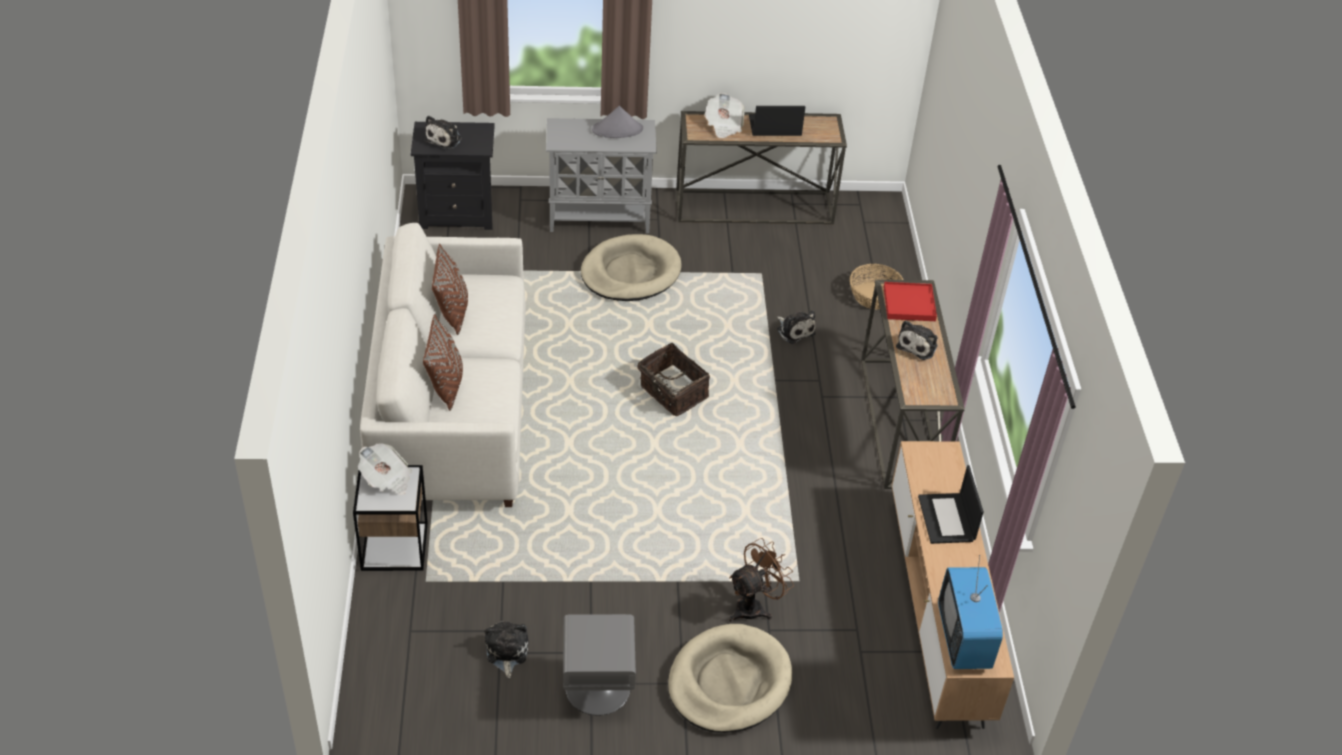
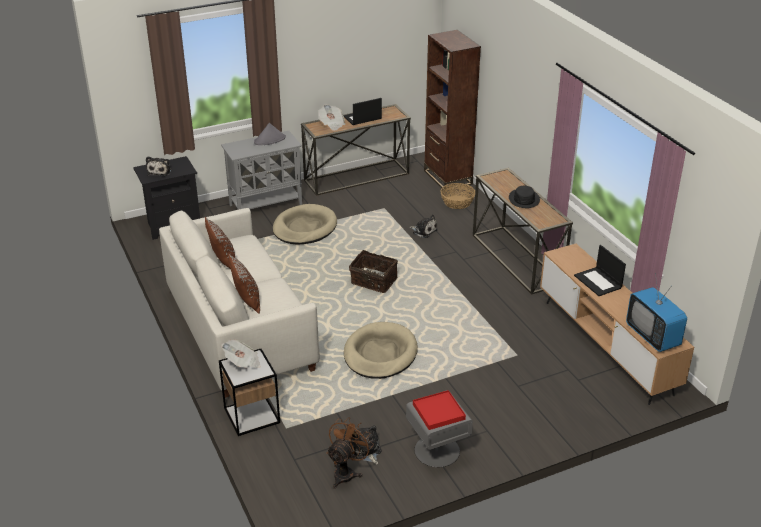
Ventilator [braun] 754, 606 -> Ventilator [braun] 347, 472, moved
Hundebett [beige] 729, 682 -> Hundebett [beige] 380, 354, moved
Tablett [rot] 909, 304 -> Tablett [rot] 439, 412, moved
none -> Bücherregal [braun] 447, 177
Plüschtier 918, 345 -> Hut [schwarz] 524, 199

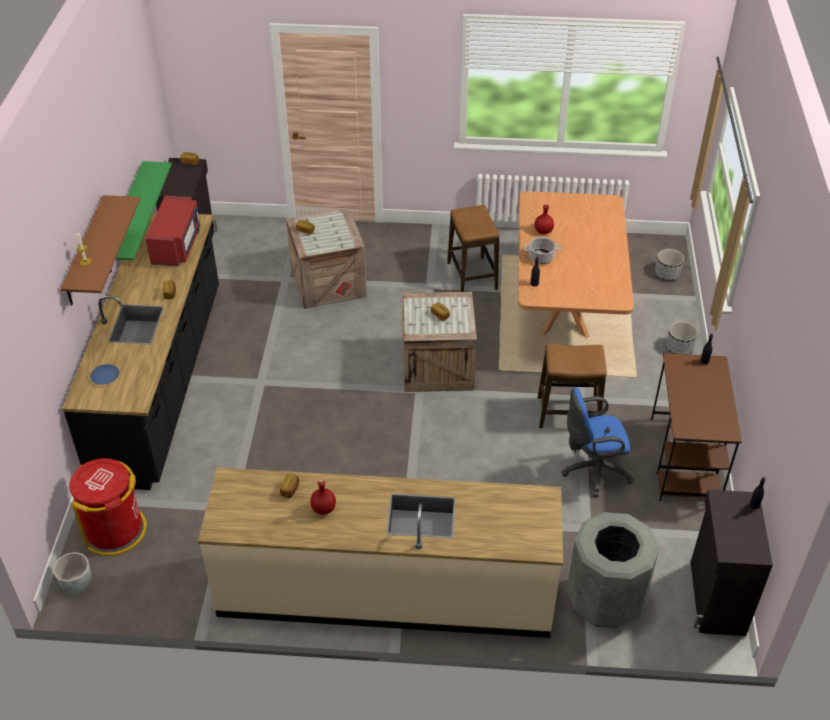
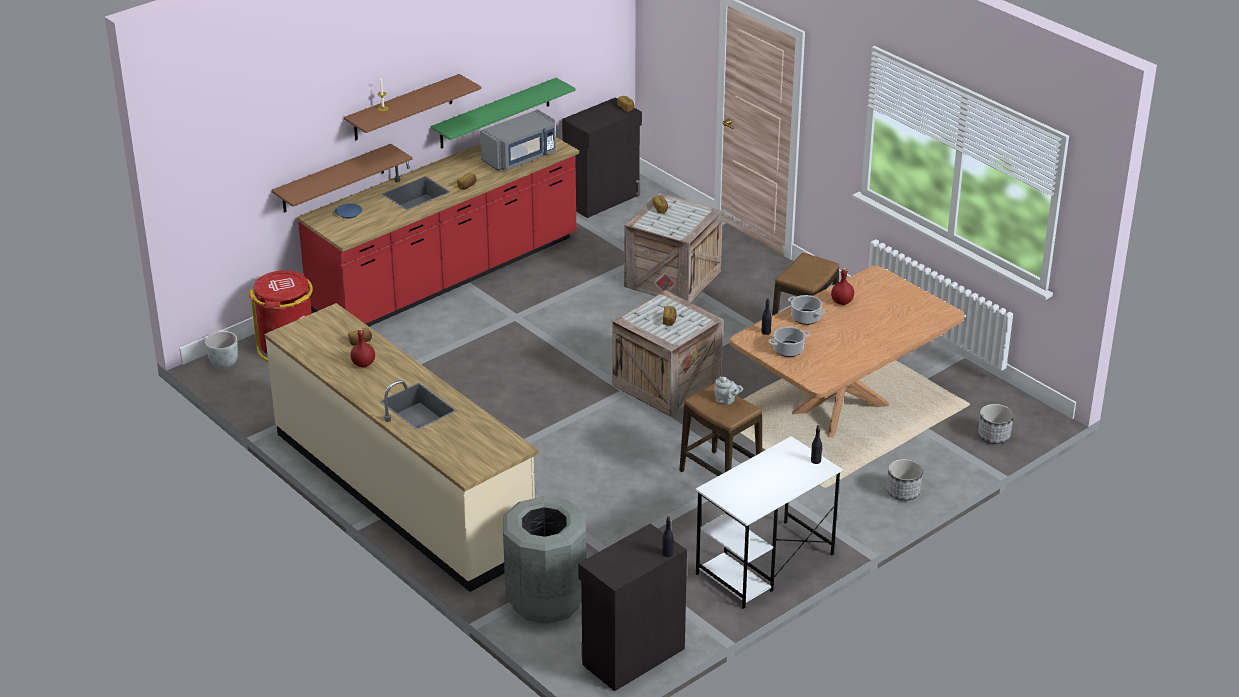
none -> Wandregal [braun] 333, 179
Küchenzeile [schwarz] 162, 381 -> Küchenzeile [rot] 446, 277
Mikrowelle [rot] 177, 245 -> Mikrowelle [grau] 520, 158
Schreibtisch [braun] 684, 460 -> Schreibtisch [weiß] 764, 564
none -> Teekanne [grau] 726, 400
none -> Kochtopf 788, 350
Bürostuhl [blau] 592, 471 -> none

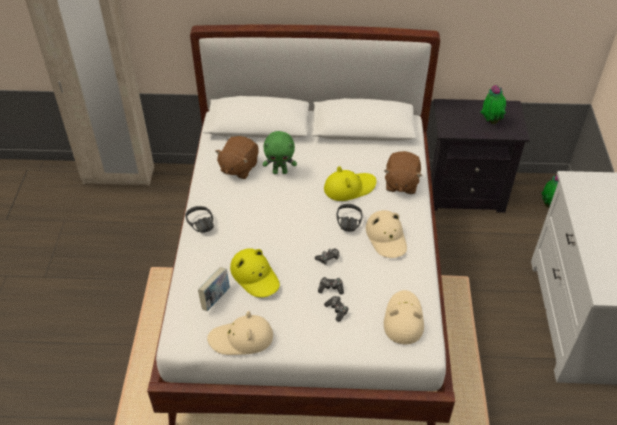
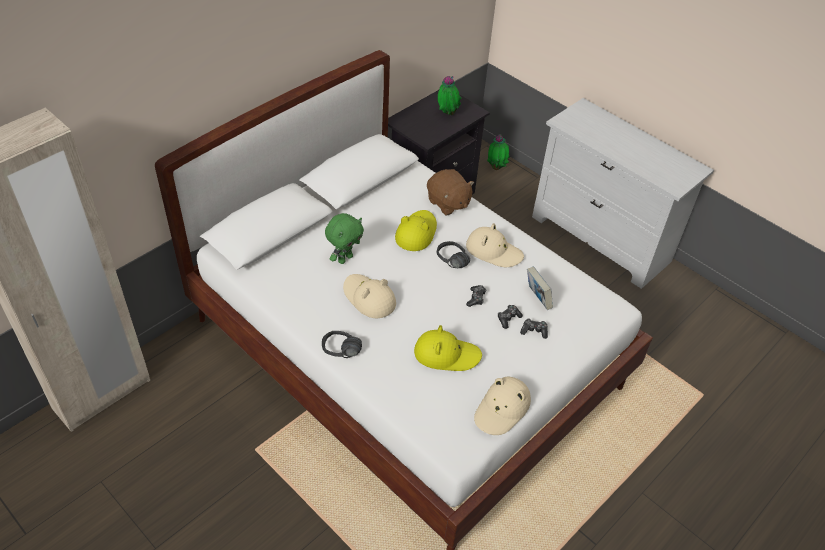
Hut [beige] 403, 319 -> Hut [beige] 369, 298, moved
Buch 215, 298 -> Buch 537, 298, moved
Plüschtier [braun] 238, 167 -> none

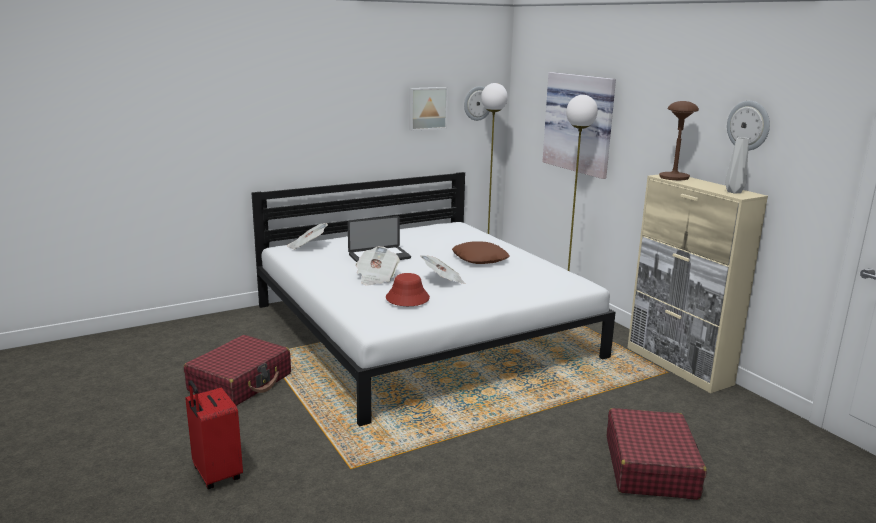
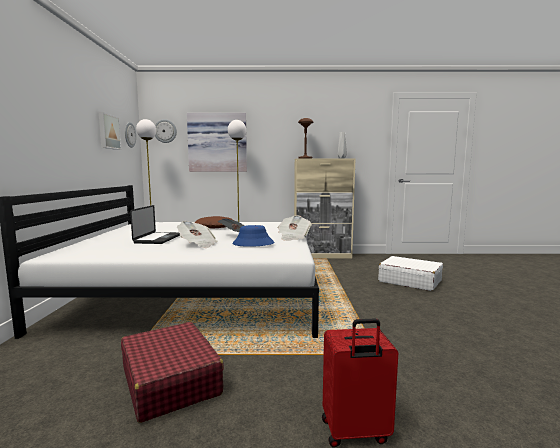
Wanduhr 748, 125 -> Wanduhr 165, 131, moved
Hut [rot] 407, 298 -> Hut [blau] 253, 244
Zeitung 307, 246 -> Zeitung 293, 237, moved
Koffer [rot] 650, 466 -> Koffer [weiß] 409, 281

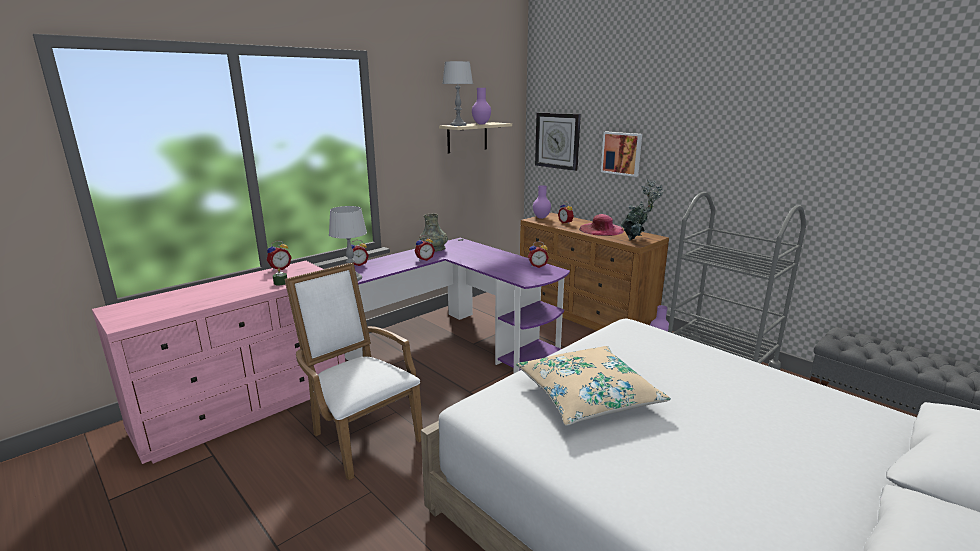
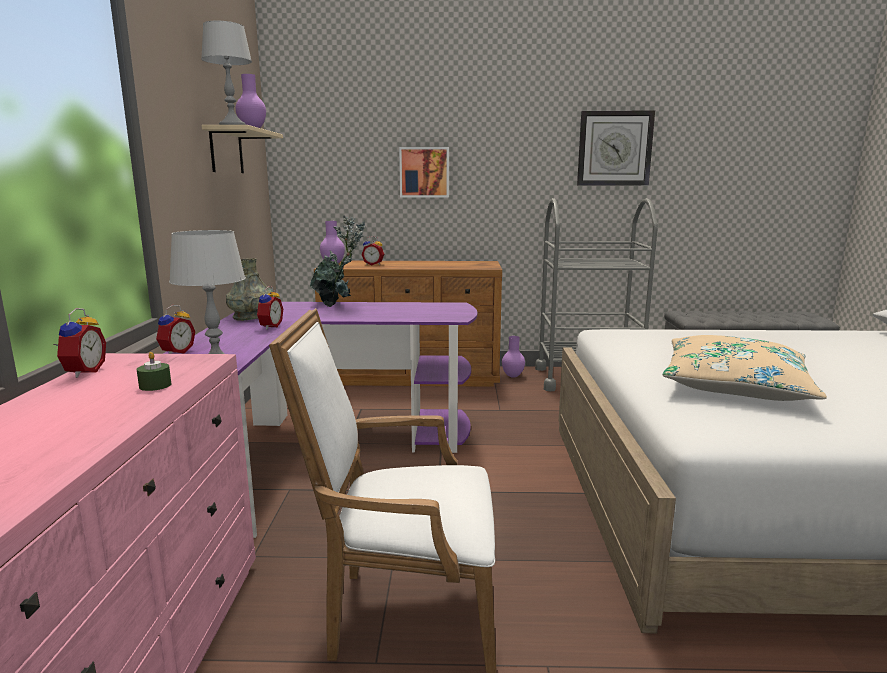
Topfpflanze 637, 240 -> Topfpflanze 338, 305, moved
Wanduhr 557, 140 -> Wanduhr 614, 148, moved
Wecker 537, 266 -> none
Hut [rosa] 601, 229 -> none

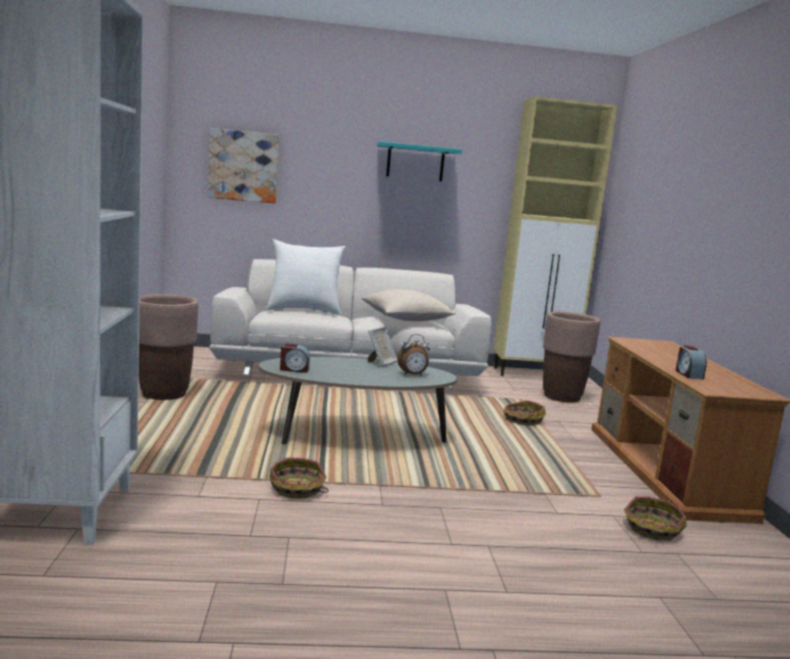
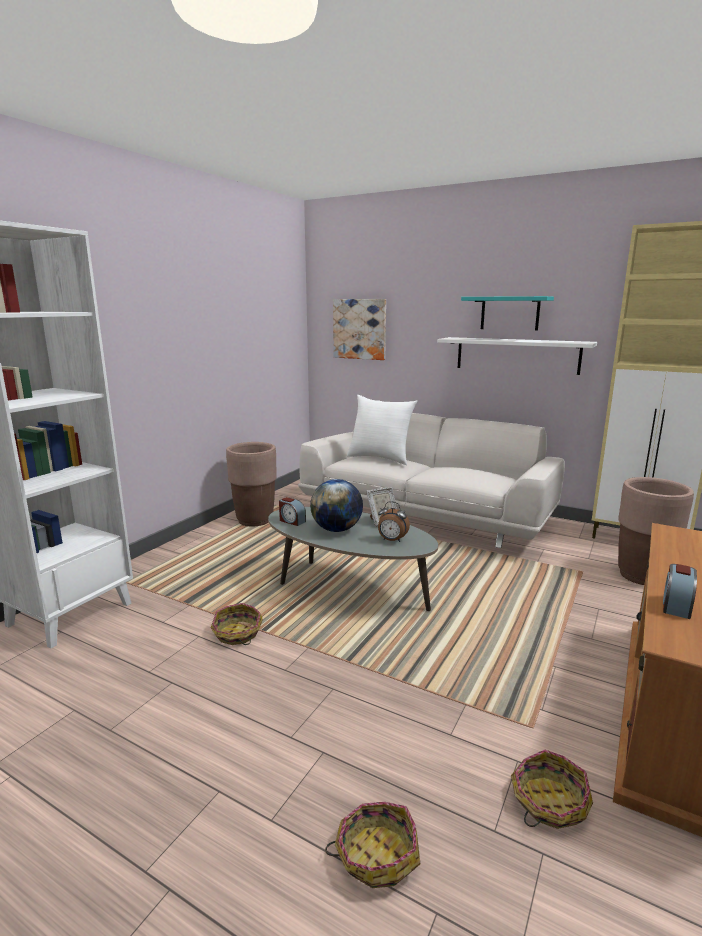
none -> Globus 337, 529
Korb 522, 420 -> Korb 376, 854, moved
none -> Wandregal [weiß] 517, 355
Kissen [beige] 405, 319 -> none

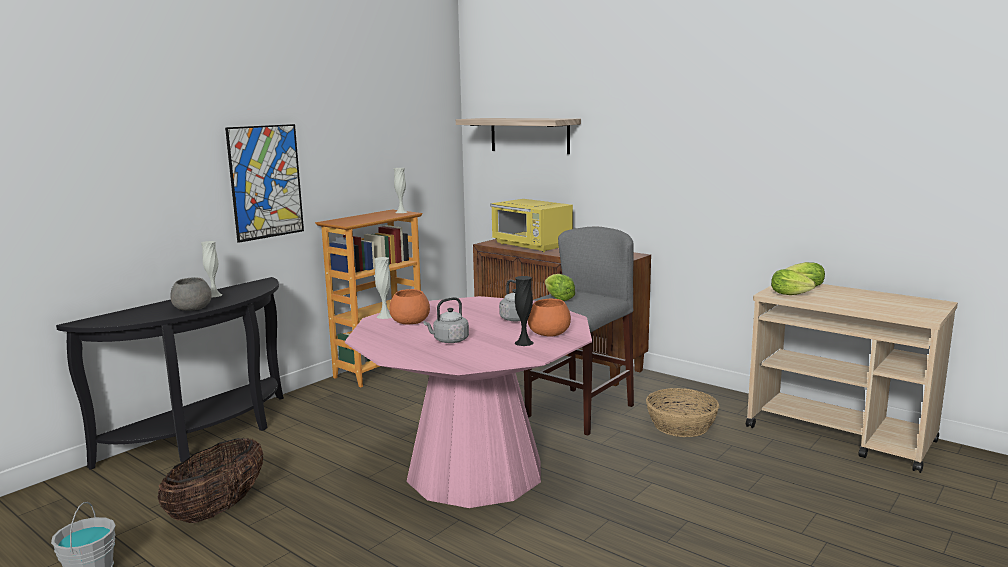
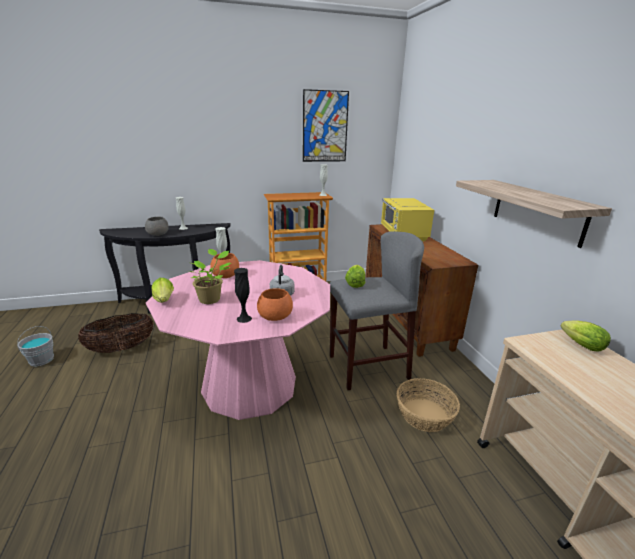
Salatkopf 792, 295 -> Salatkopf 164, 301, moved
Wasserkessel [grau] 449, 341 -> Topfpflanze 211, 299
Bild 266, 182 -> Bild 325, 127, moved
Wandregal 529, 135 -> Wandregal 537, 211, moved

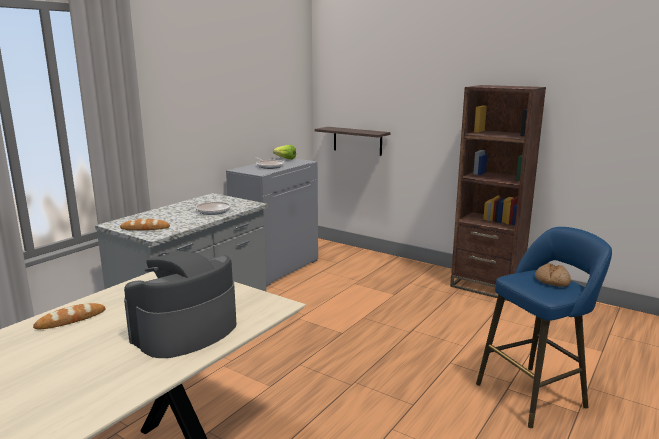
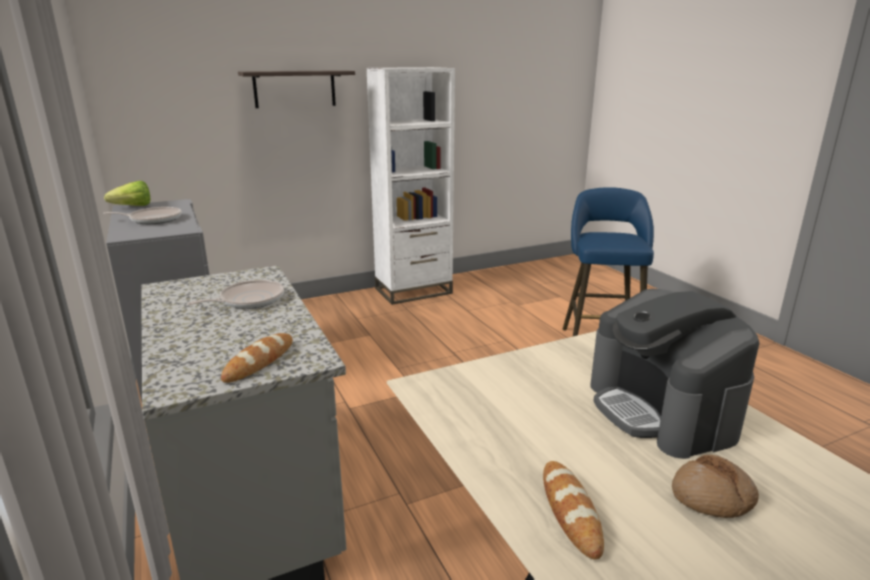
Wandregal 357, 141 -> Wandregal 295, 89, moved
Bücherregal [braun] 486, 286 -> Bücherregal [weiß] 413, 291
Brot 552, 281 -> Brot 712, 497, moved

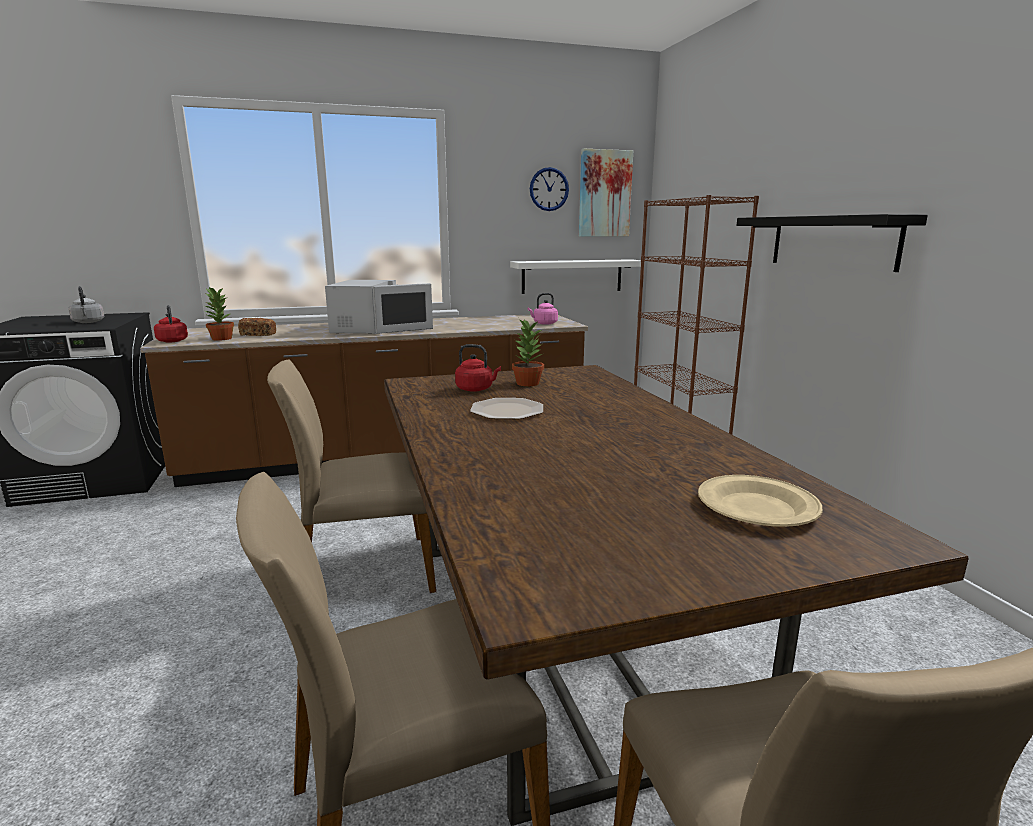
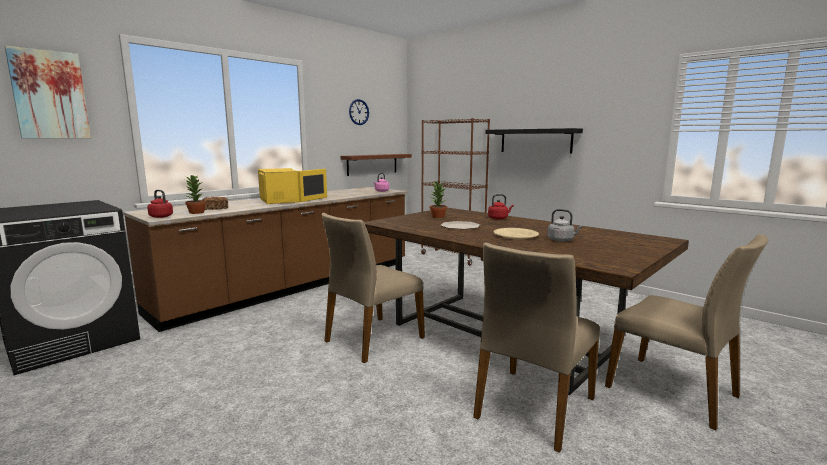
Bild 604, 194 -> Bild 49, 95, moved
Mikrowelle [weiß] 368, 328 -> Mikrowelle [gelb] 282, 200
Wandregal [weiß] 572, 276 -> Wandregal [braun] 372, 164
Wasserkessel [rot] 476, 389 -> Wasserkessel [rot] 499, 218, moved
Teller [beige] 758, 507 -> Teller [beige] 516, 236, moved
Wasserkessel [grau] 88, 322 -> Wasserkessel [grau] 562, 240, moved

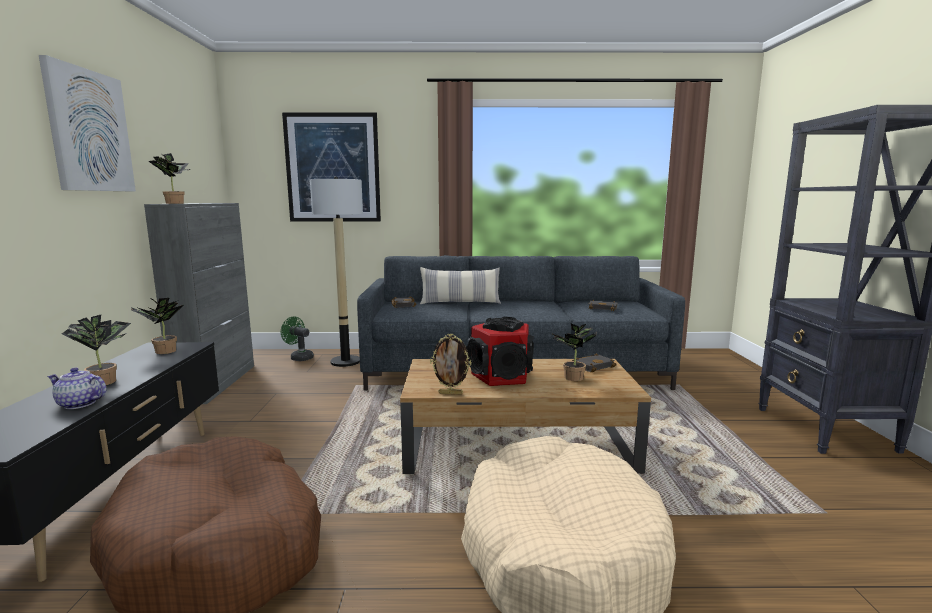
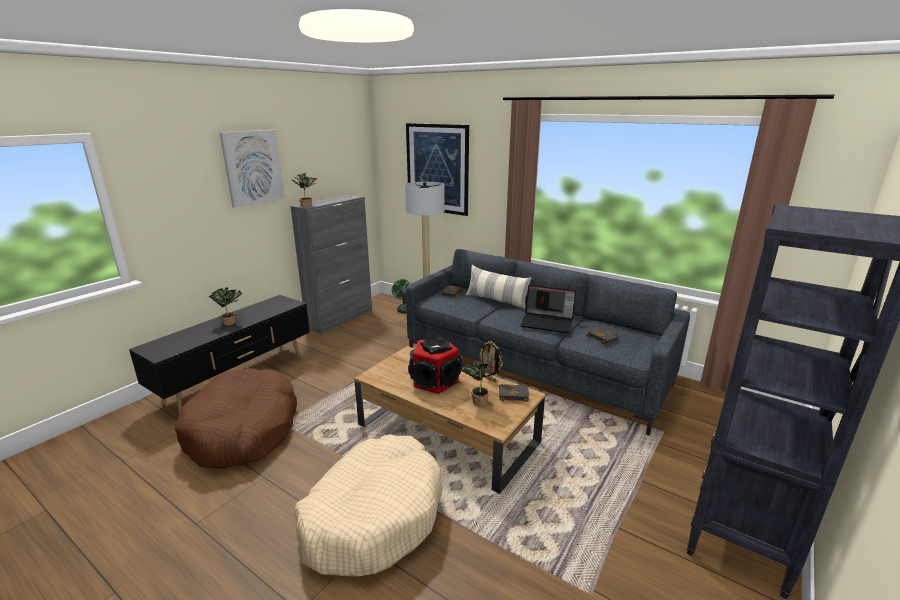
Bilderrahmen 451, 393 -> Bilderrahmen 490, 379, moved
none -> Laptop 548, 322
Teekanne 79, 404 -> none
Topfpflanze 162, 352 -> none

